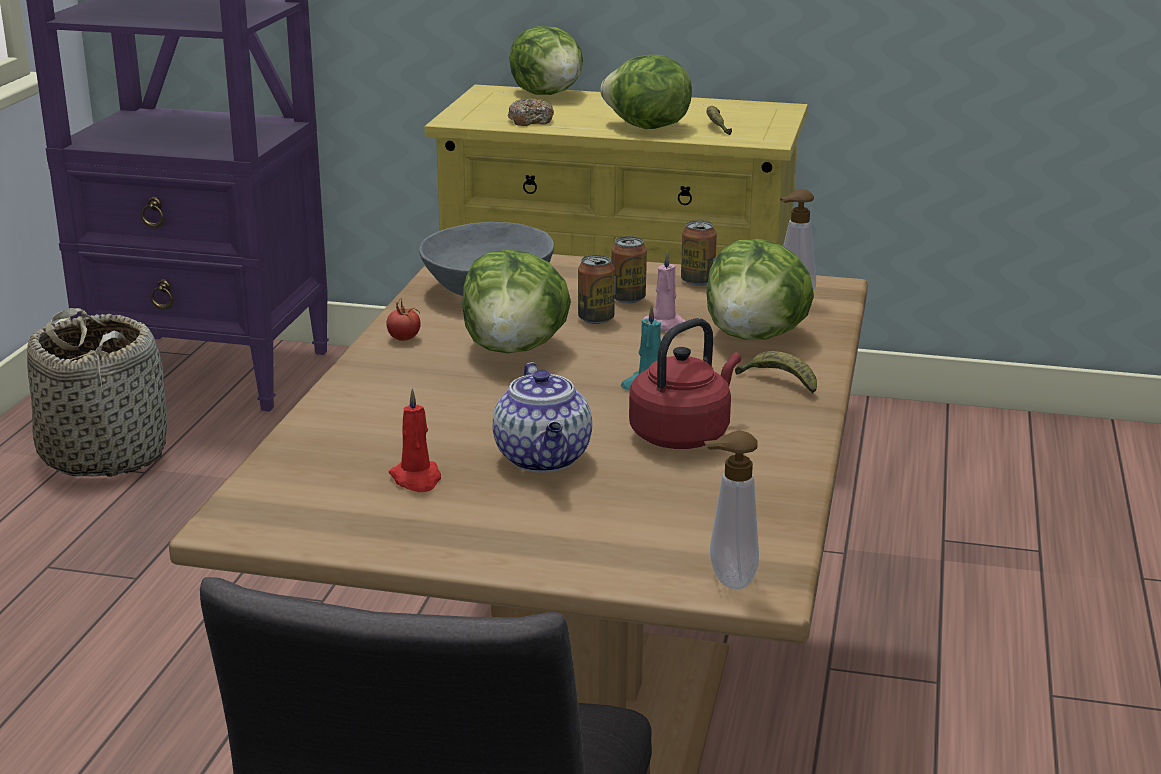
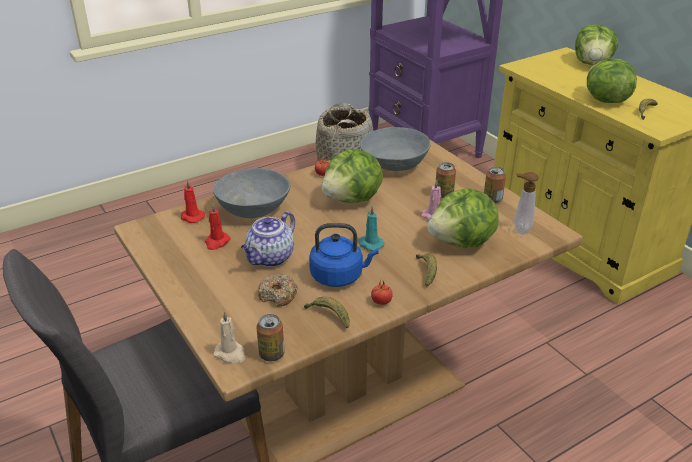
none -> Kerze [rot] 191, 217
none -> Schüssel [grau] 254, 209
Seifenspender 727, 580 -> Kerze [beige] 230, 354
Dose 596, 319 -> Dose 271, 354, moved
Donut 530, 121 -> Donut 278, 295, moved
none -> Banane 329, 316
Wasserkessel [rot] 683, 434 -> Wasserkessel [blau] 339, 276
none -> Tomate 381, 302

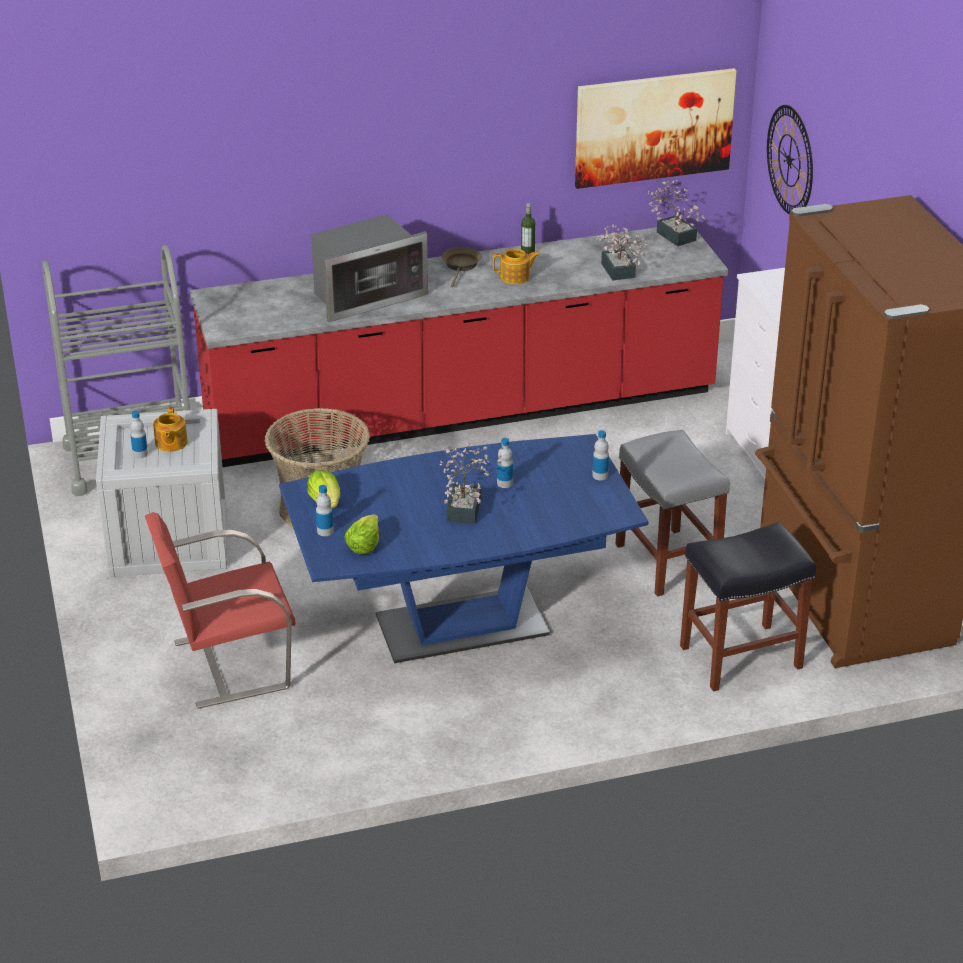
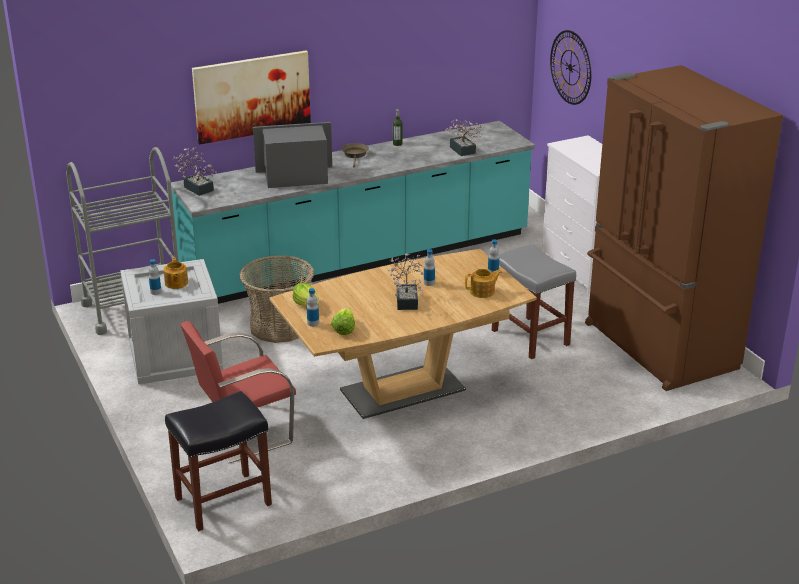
Hocker [schwarz] 739, 658 -> Hocker [schwarz] 222, 502, moved
Küchenzeile [rot] 462, 414 -> Küchenzeile [türkis] 360, 260
Topfpflanze 673, 234 -> Topfpflanze 197, 187, moved
Bild 654, 127 -> Bild 252, 96, moved
Mikrowelle 366, 296 -> Mikrowelle 295, 177, 150 degrees counterclockwise
Esstisch [blau] 461, 625 -> Esstisch [braun] 402, 390
Teekanne 515, 277 -> Teekanne 483, 292, moved

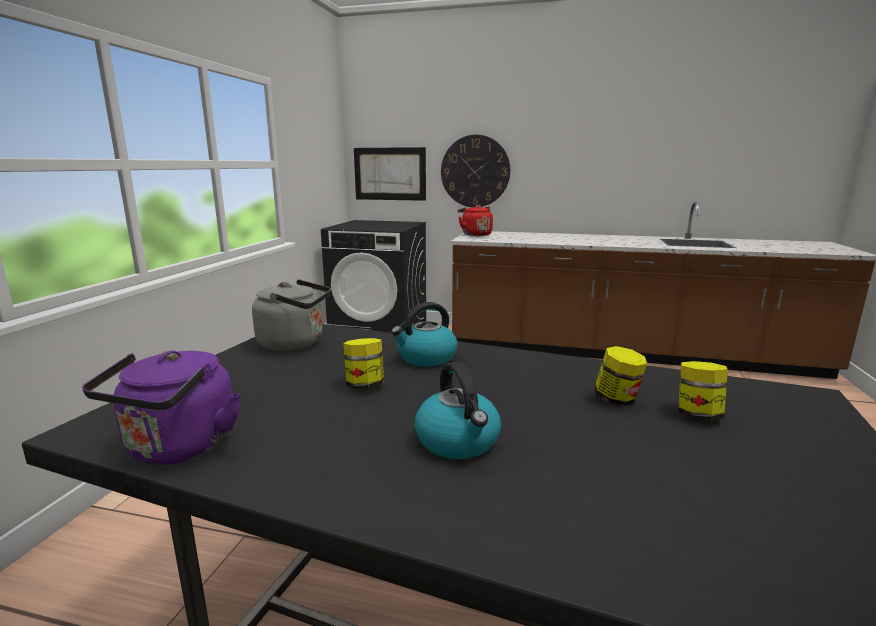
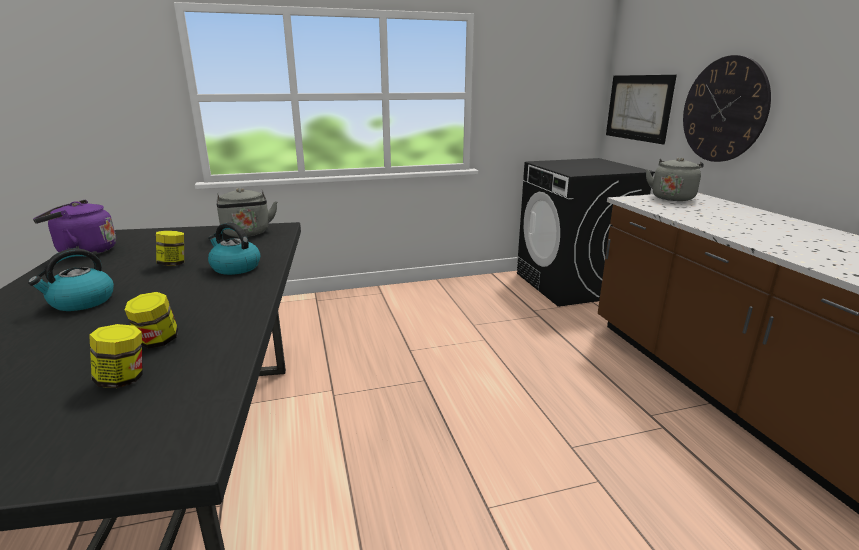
Wasserkessel [rot] 475, 234 -> Wasserkessel [grau] 672, 197

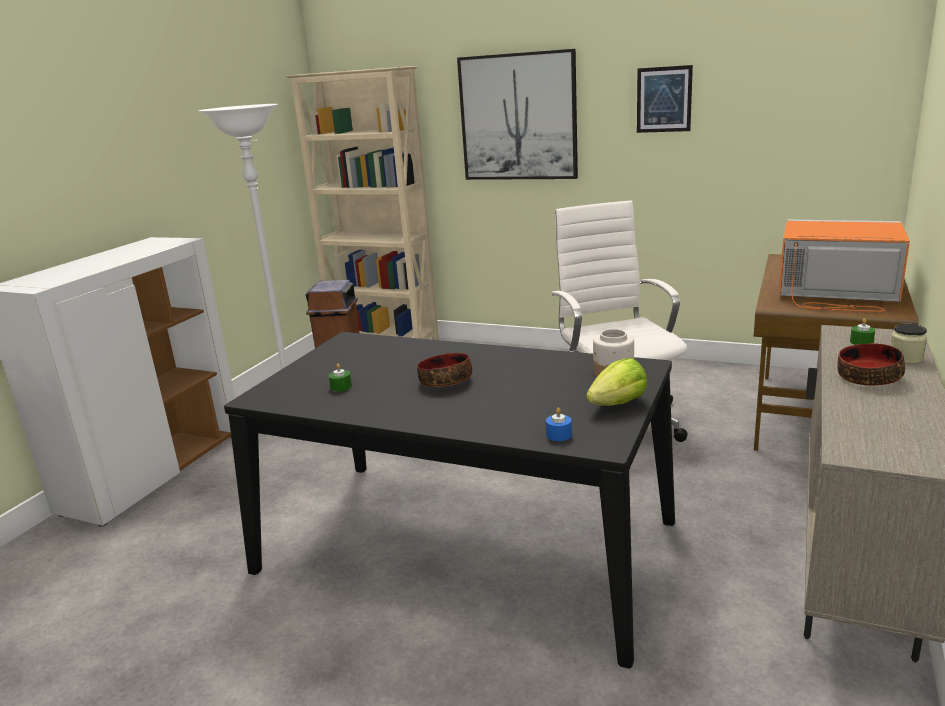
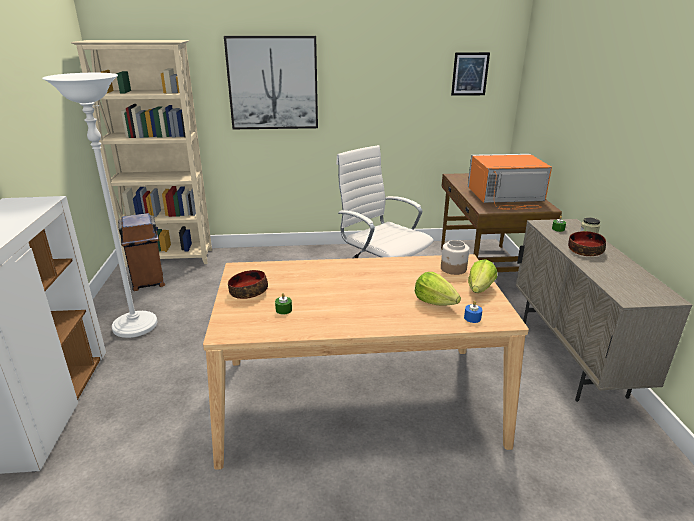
Esstisch [schwarz] 465, 546 -> Esstisch [beige] 358, 400
Schüssel 446, 381 -> Schüssel 248, 292, moved
none -> Salatkopf 434, 302
Bild 664, 99 -> Bild 470, 74, moved

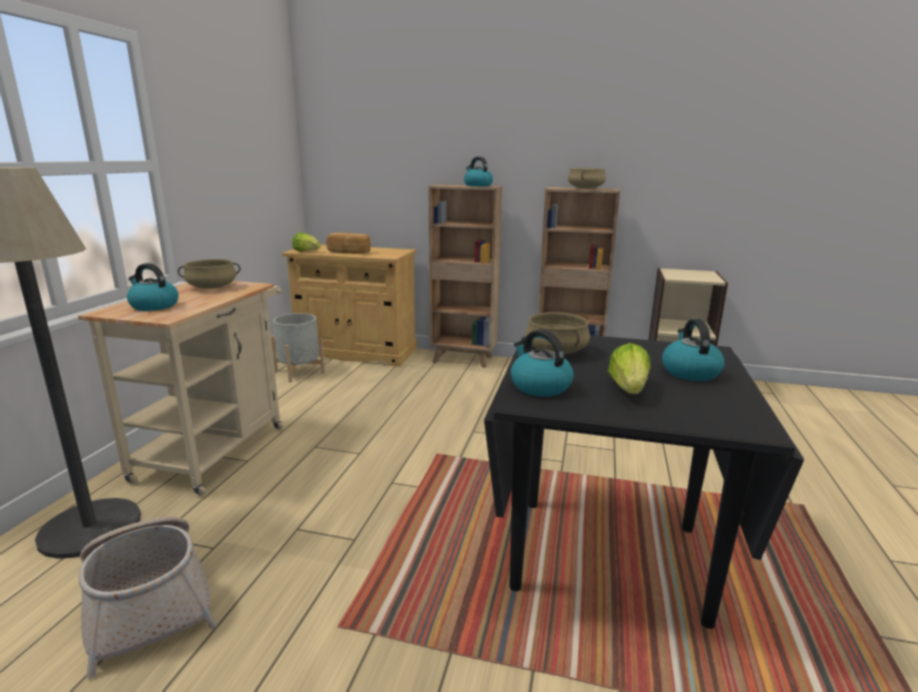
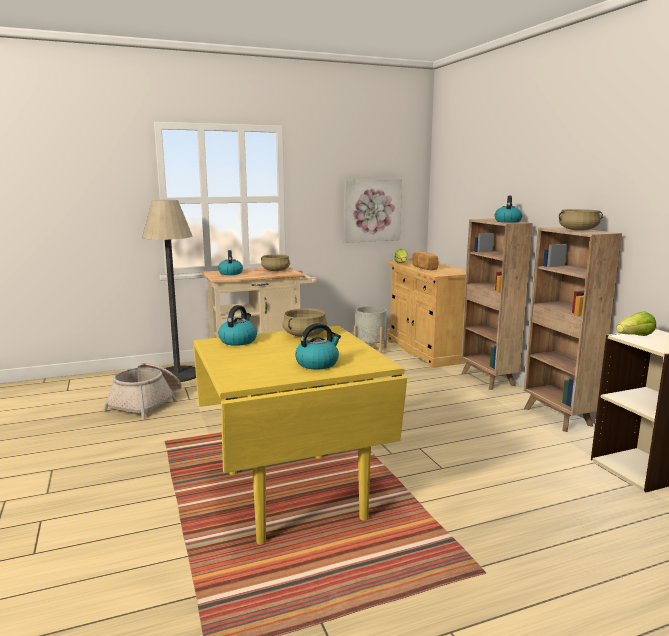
Esstisch [schwarz] 607, 558 -> Esstisch [gelb] 292, 495
none -> Bild 371, 210
Salatkopf 628, 389 -> Salatkopf 635, 336, moved

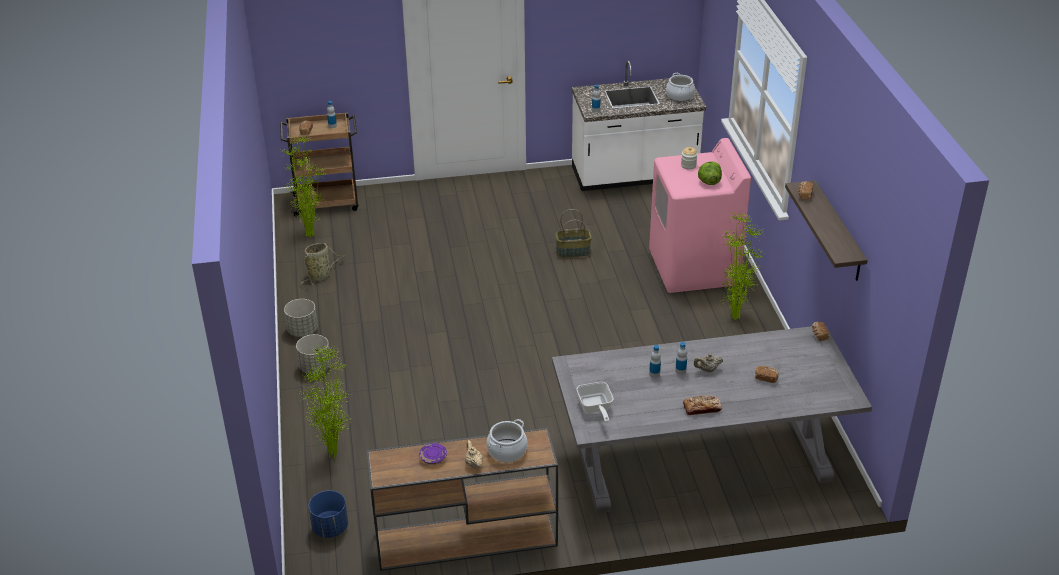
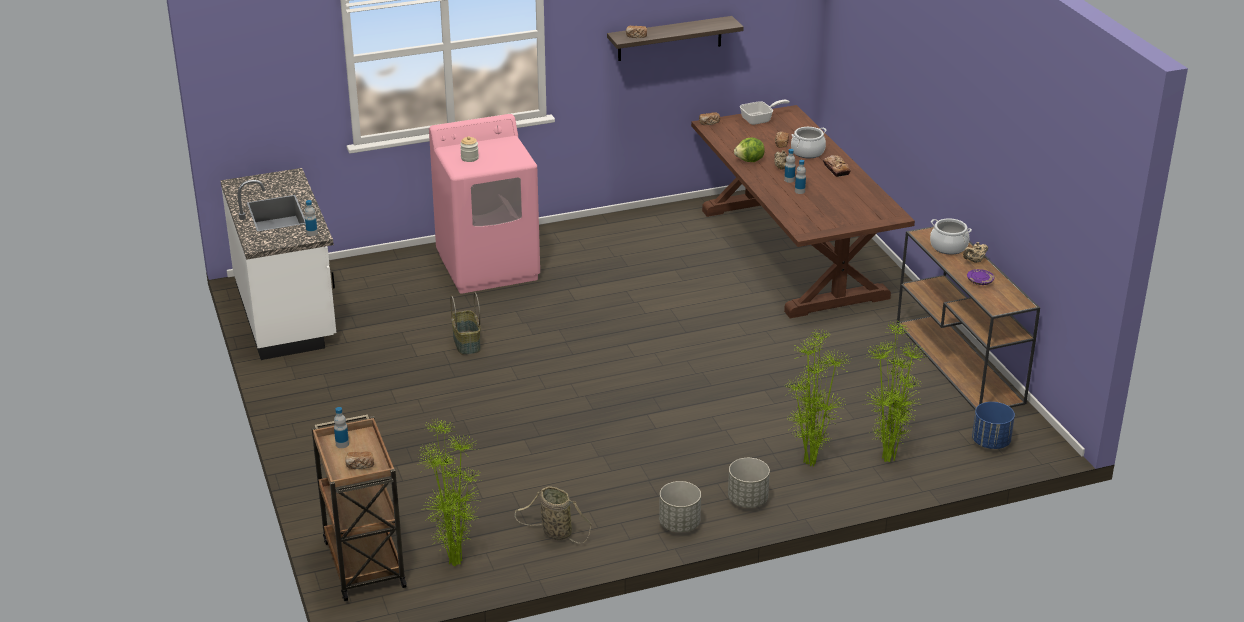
Esstisch [grau] 700, 458 -> Esstisch [braun] 793, 253
Salatkopf 708, 182 -> Salatkopf 750, 161, moved
Pfanne 595, 408 -> Pfanne 760, 119, moved
Topfpflanze 733, 317 -> Topfpflanze 810, 465, moved
Kochtopf 679, 96 -> Kochtopf 807, 152, moved

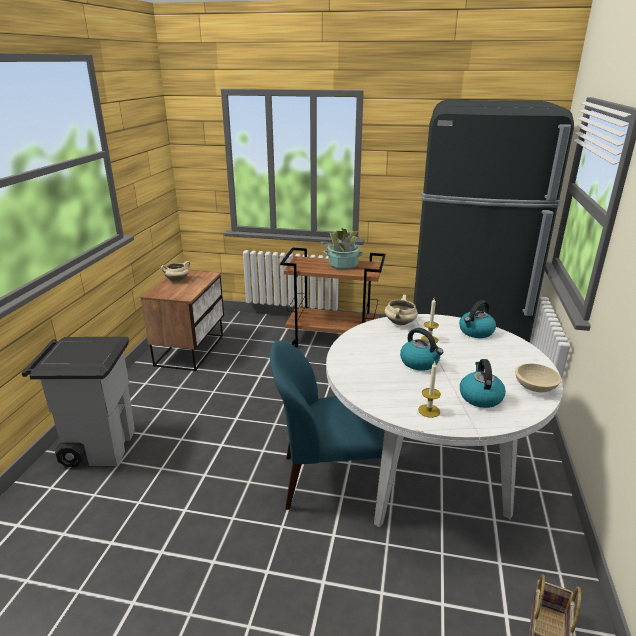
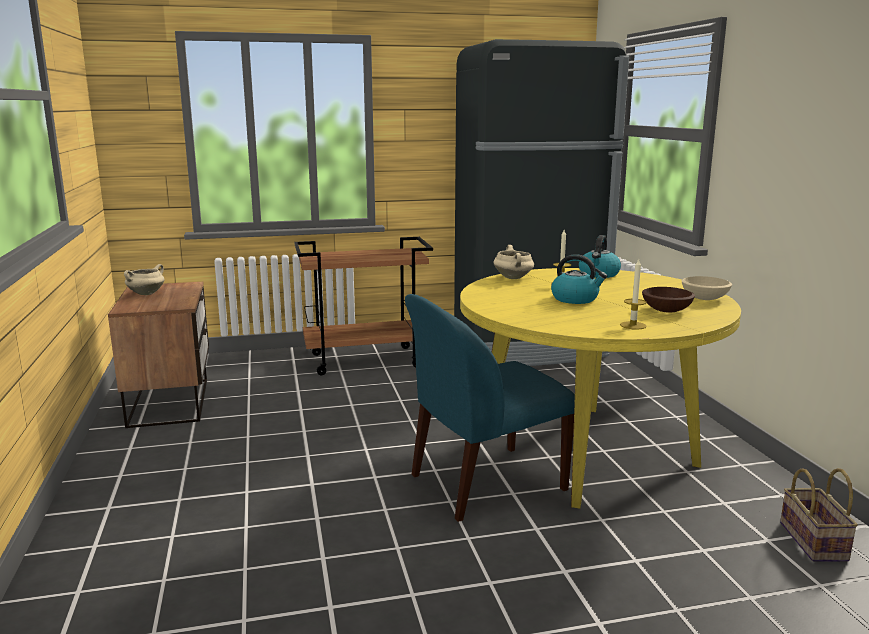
Esstisch [weiß] 426, 472 -> Esstisch [gelb] 585, 451
Wasserkessel 480, 397 -> Schüssel [braun] 666, 310
Mülleimer [grau] 100, 446 -> none
Topfpflanze 343, 265 -> none

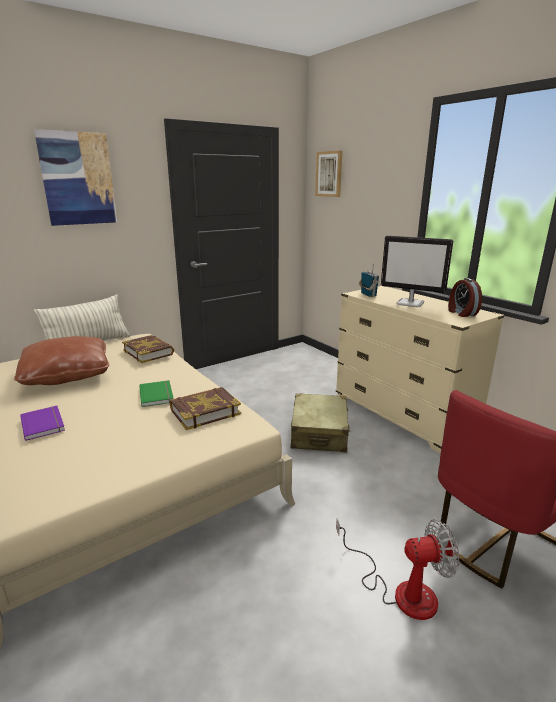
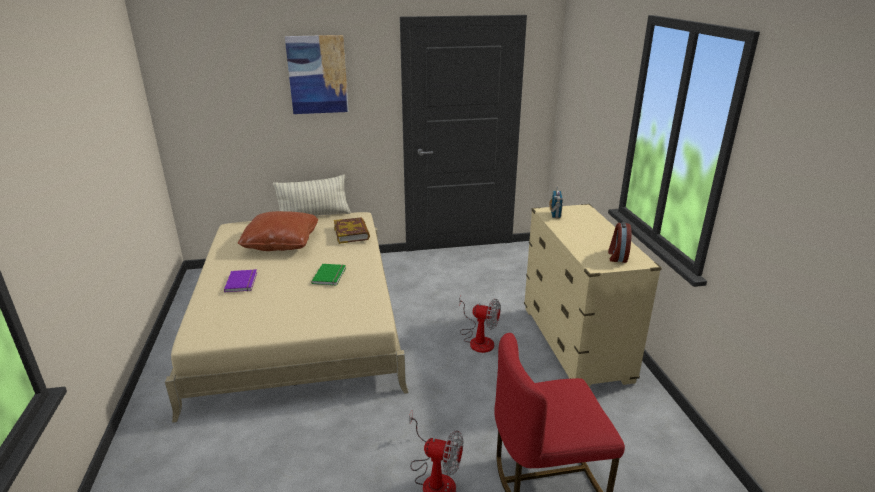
Koffer [beige] 319, 433 -> Ventilator 478, 339
Buch 205, 412 -> none
Bild 329, 174 -> none
Monitor 411, 303 -> none

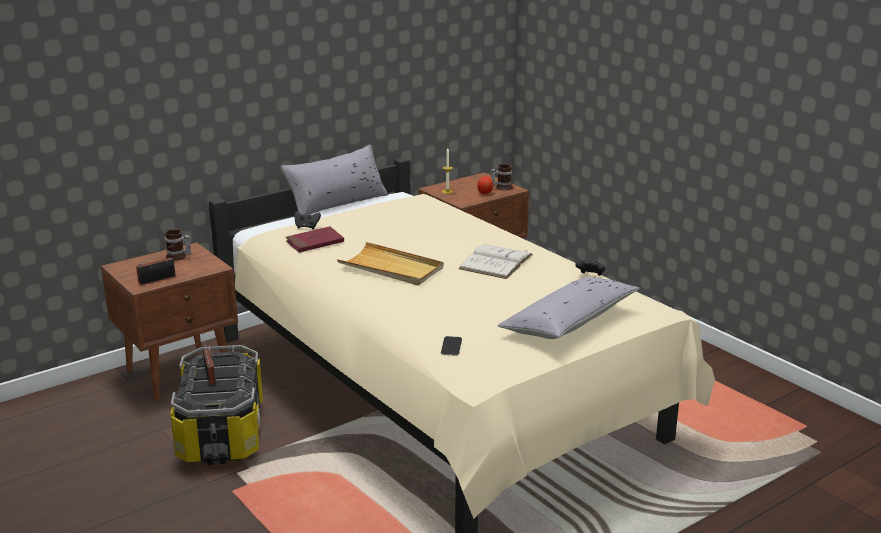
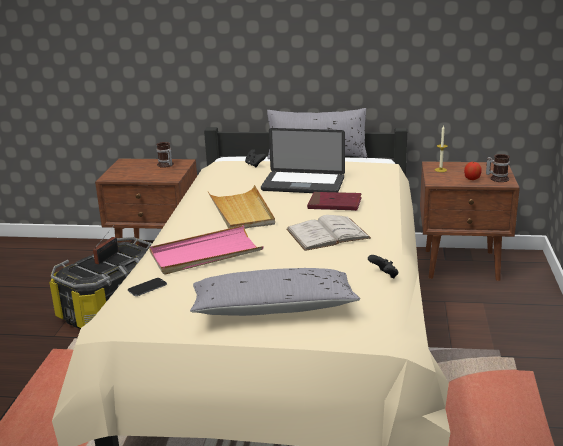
none -> Tablett [rosa] 205, 254
none -> Laptop 303, 184
Buch [rot] 315, 242 -> Buch [rot] 334, 204, moved
Radio 159, 279 -> none

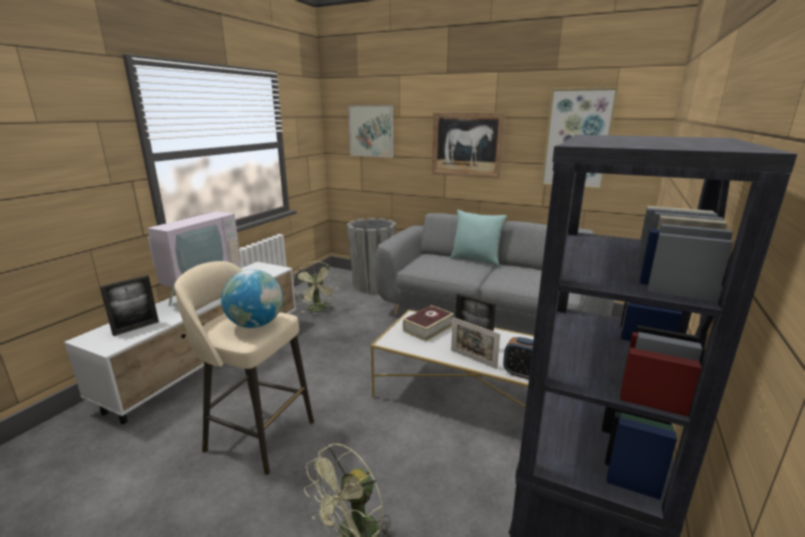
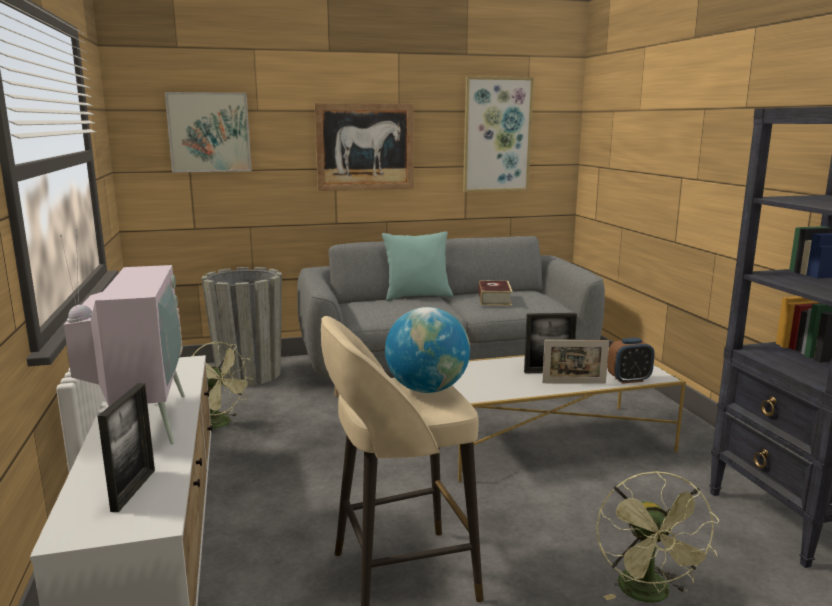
Buch 428, 328 -> Buch 494, 299, moved

